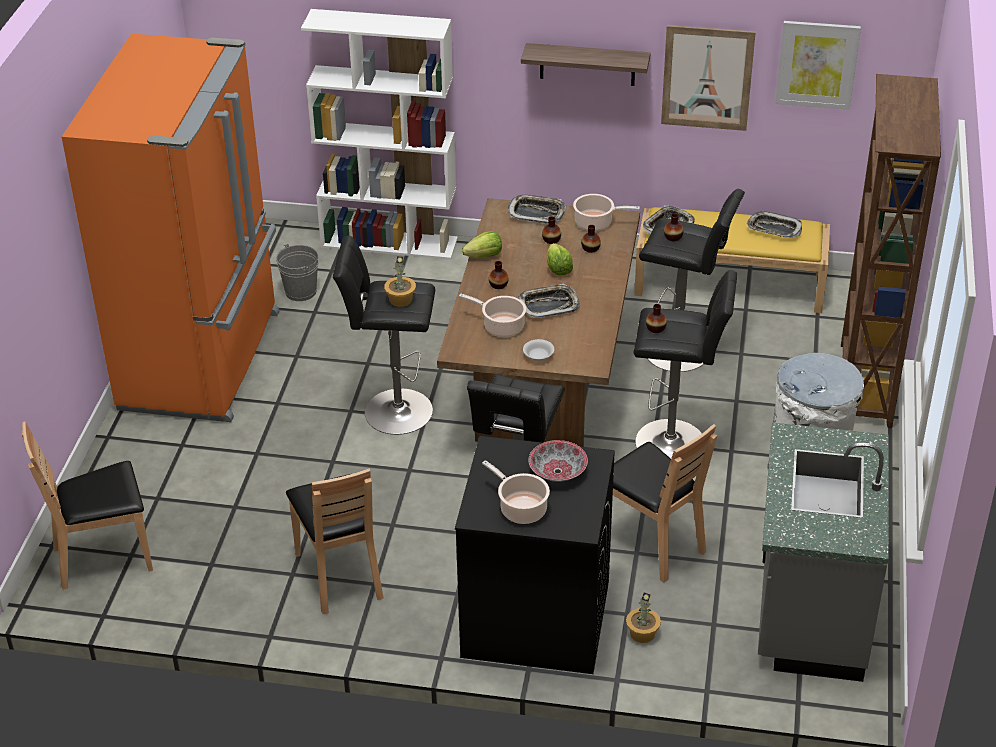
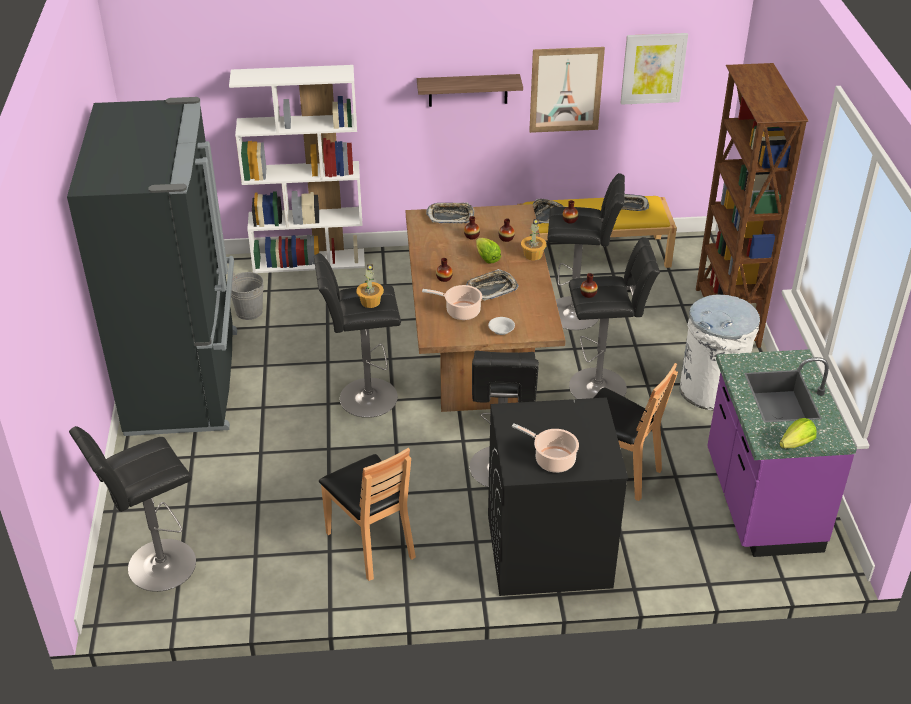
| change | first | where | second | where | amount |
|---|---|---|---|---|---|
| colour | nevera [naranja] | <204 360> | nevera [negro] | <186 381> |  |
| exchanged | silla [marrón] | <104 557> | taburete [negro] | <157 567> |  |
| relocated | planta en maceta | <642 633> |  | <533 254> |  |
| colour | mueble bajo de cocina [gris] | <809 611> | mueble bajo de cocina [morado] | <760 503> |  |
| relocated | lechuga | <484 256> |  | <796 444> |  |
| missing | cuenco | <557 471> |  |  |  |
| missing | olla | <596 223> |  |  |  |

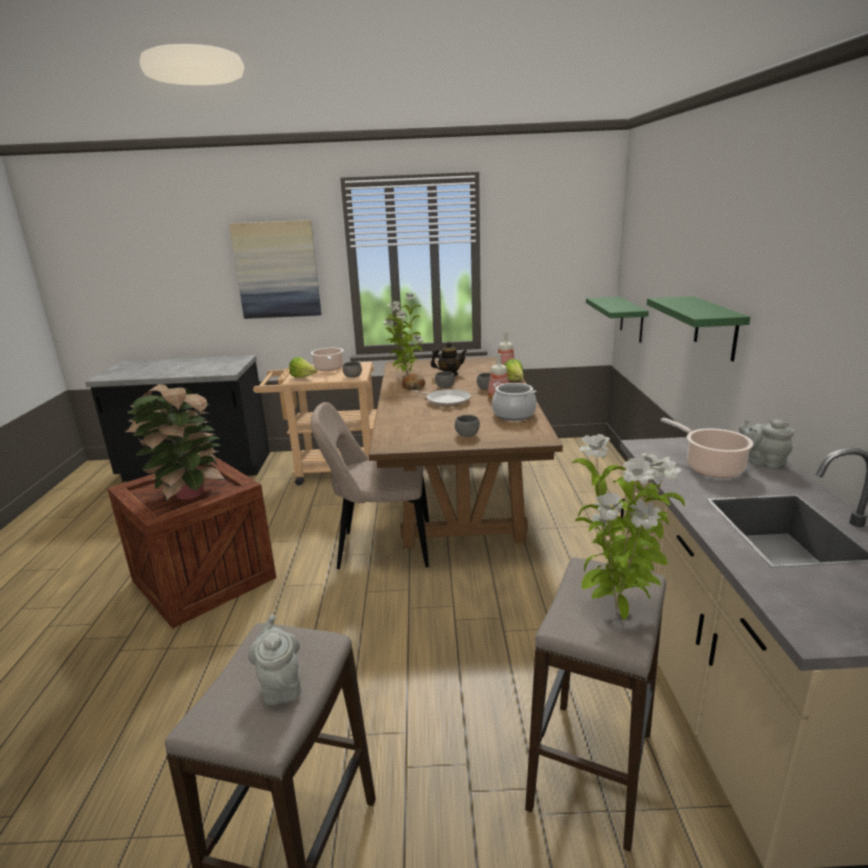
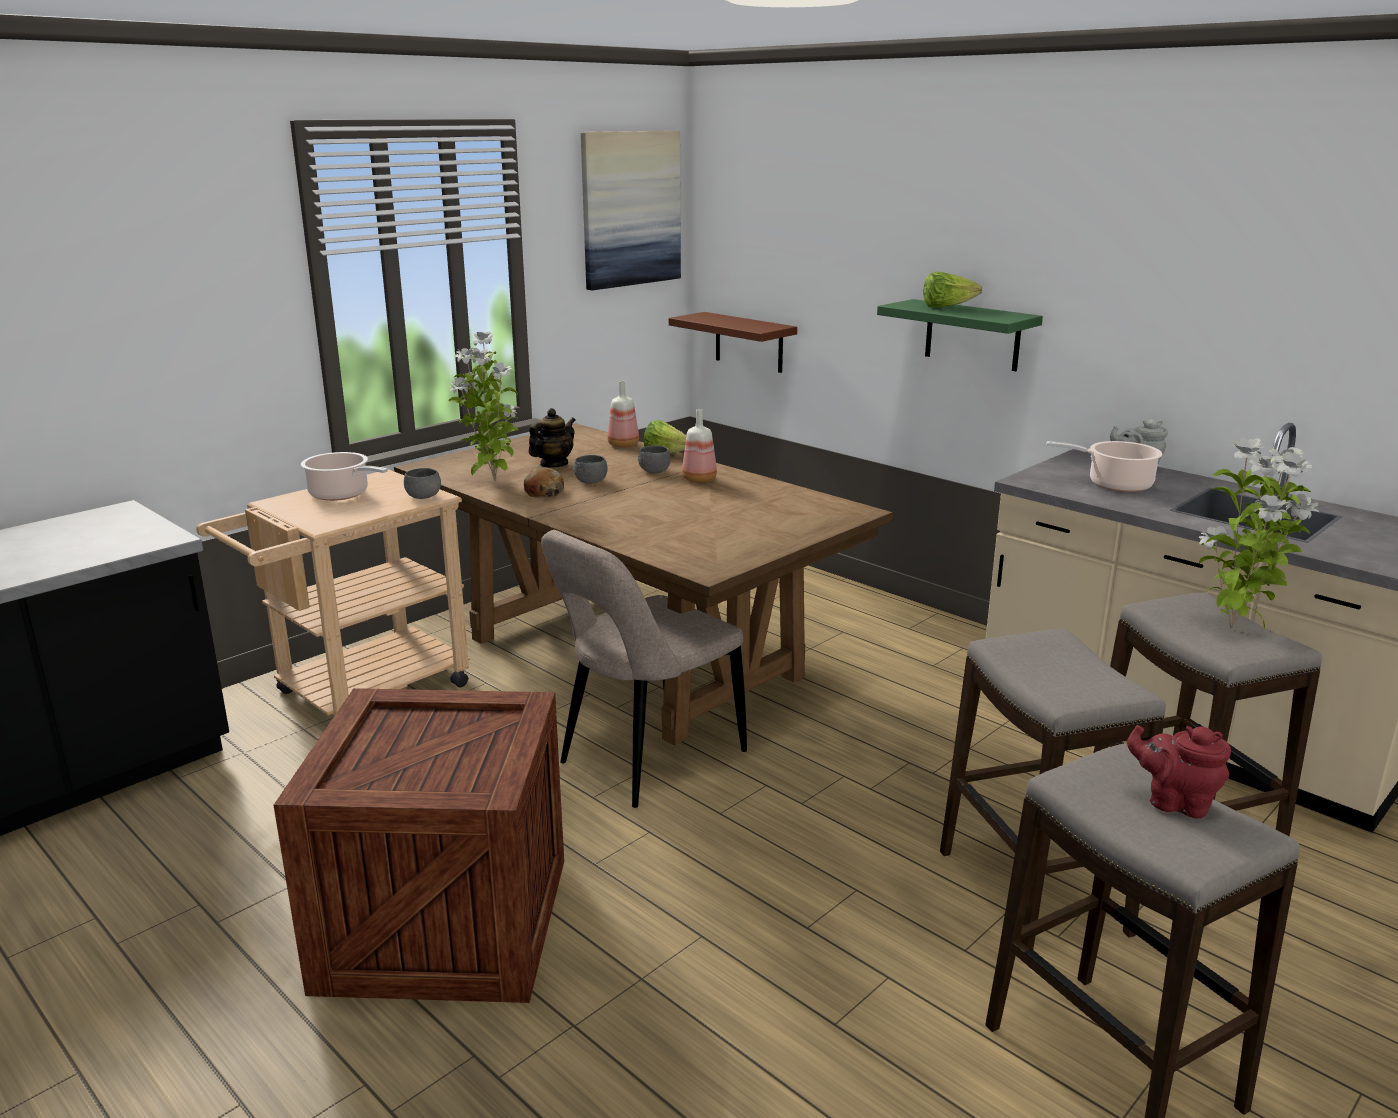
| change | first | where | second | where | amount |
|---|---|---|---|---|---|
| relocated | cuadro | <277 270> |  | <630 209> |  |
| colour | estante [verde] | <632 319> | estante [marrón] | <749 342> |  |
| relocated | lechuga | <304 378> |  | <946 307> |  |
| appeared |  |  | taburete | <1032 892> |  |
| colour | tetera [gris] | <280 685> | tetera [rojo] | <1174 802> |  |
| missing | planta en maceta | <187 493> |  |  |  |
| missing | sartén | <446 401> |  |  |  |
| missing | cuenco [gris] | <467 435> |  |  |  |
| missing | olla | <513 414> |  |  |  |

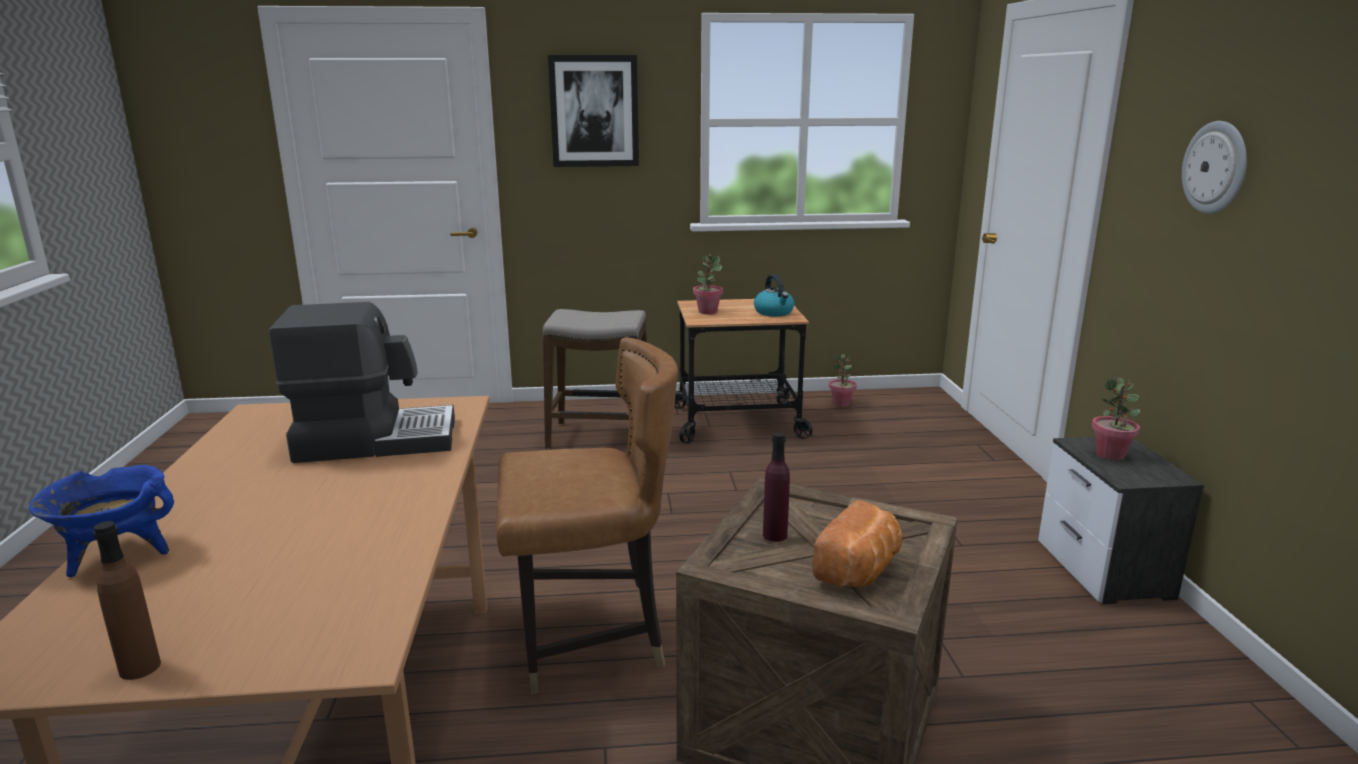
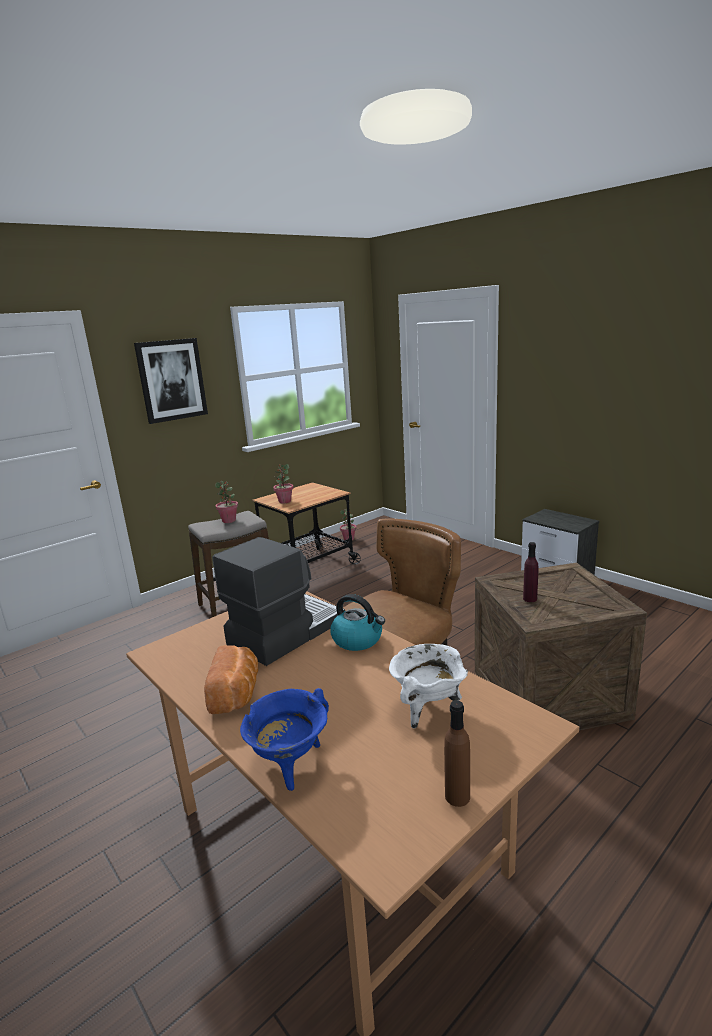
| change | first | where | second | where | amount |
|---|---|---|---|---|---|
| relocated | pan | <860 570> |  | <237 694> |  |
| relocated | planta en maceta | <1110 455> |  | <229 520> |  |
| relocated | hervidor | <774 312> |  | <358 640> |  |
| appeared |  |  | olla [blanco] | <428 708> |  |
| missing | reloj de pared | <1216 167> |  |  |  |

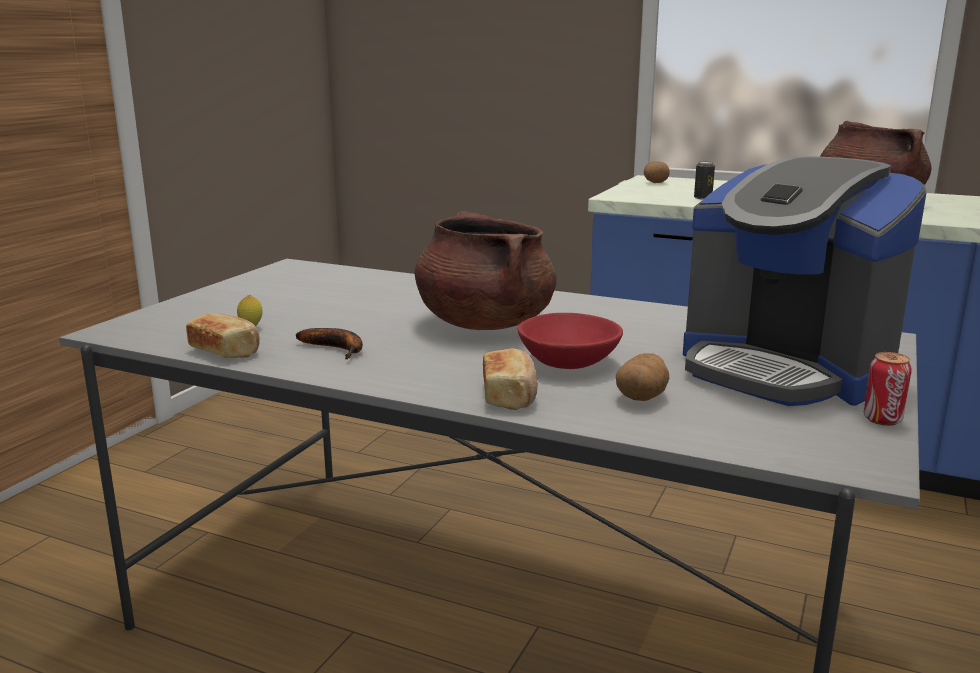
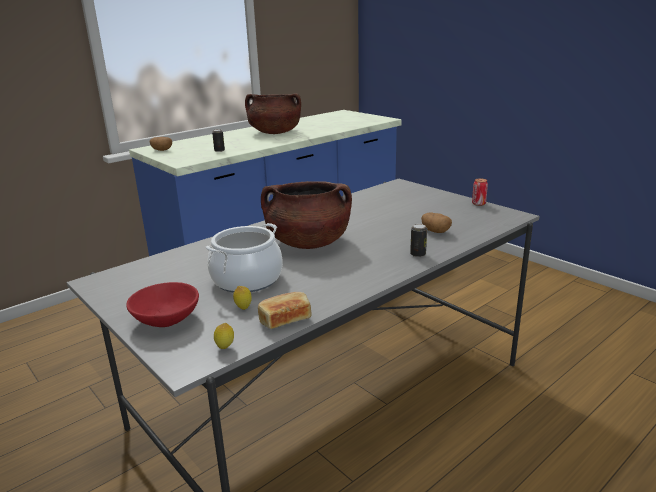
| change | first | where | second | where | amount |
|---|---|---|---|---|---|
| relocated | cuenco [rojo] | <568 363> |  | <166 319> |  |
| appeared |  |  | olla | <247 279> |  |
| appeared |  |  | limón | <225 348> |  |
| exchanged | pan | <510 395> | lata | <418 254> |  |
| missing | plátano | <337 349> |  |  |  |
| missing | cafetera | <784 369> |  |  |  |

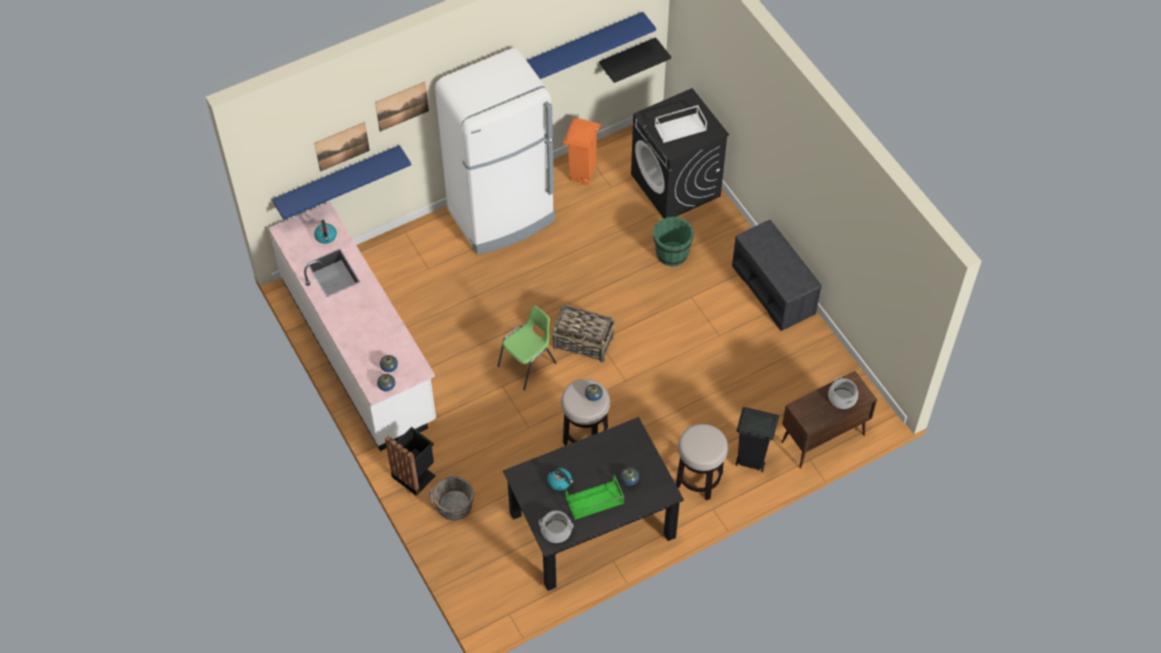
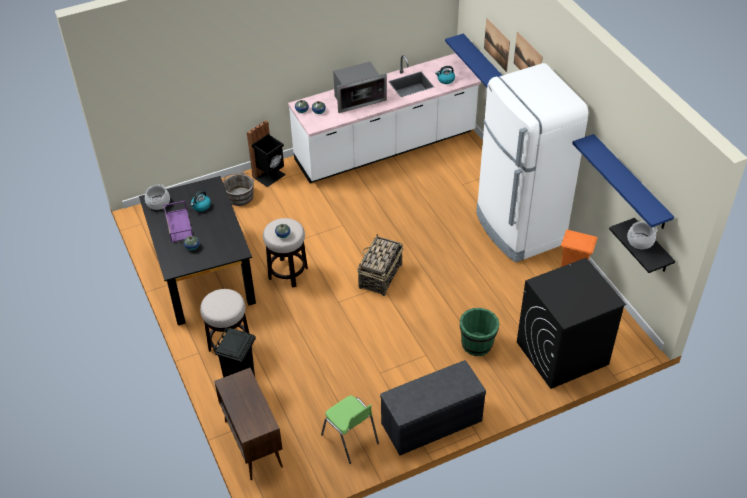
| change | first | where | second | where | amount |
|---|---|---|---|---|---|
| colour | bandeja [verde] | <594 501> | bandeja [morado] | <178 225> |  |
| relocated | silla [verde] | <528 365> |  | <350 439> |  |
| appeared |  |  | microondas | <358 99> |  |
| relocated | olla | <842 398> |  | <640 241> |  |
| missing | bandeja [blanco] | <680 127> |  |  |  |

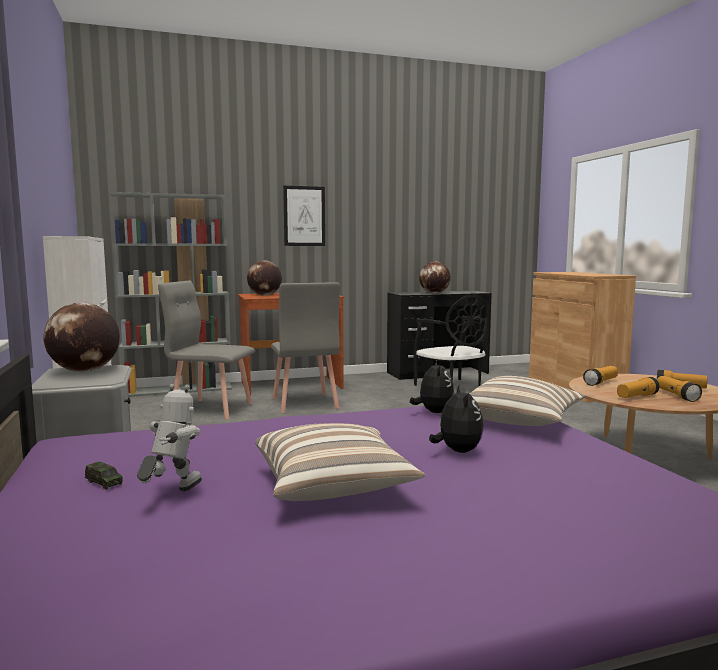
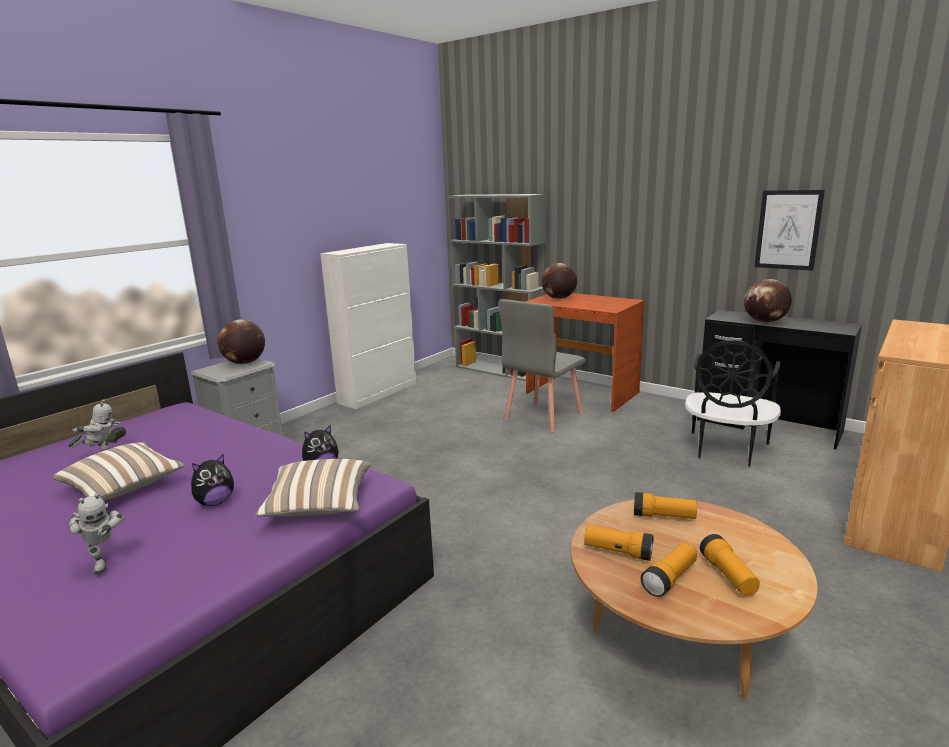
| change | first | where | second | where | amount |
|---|---|---|---|---|---|
| appeared |  |  | robot de juguete | <104 561> |  |
| relocated | cuadro | <304 216> |  | <788 230> |  |
| missing | silla [gris] | <211 409> |  |  |  |

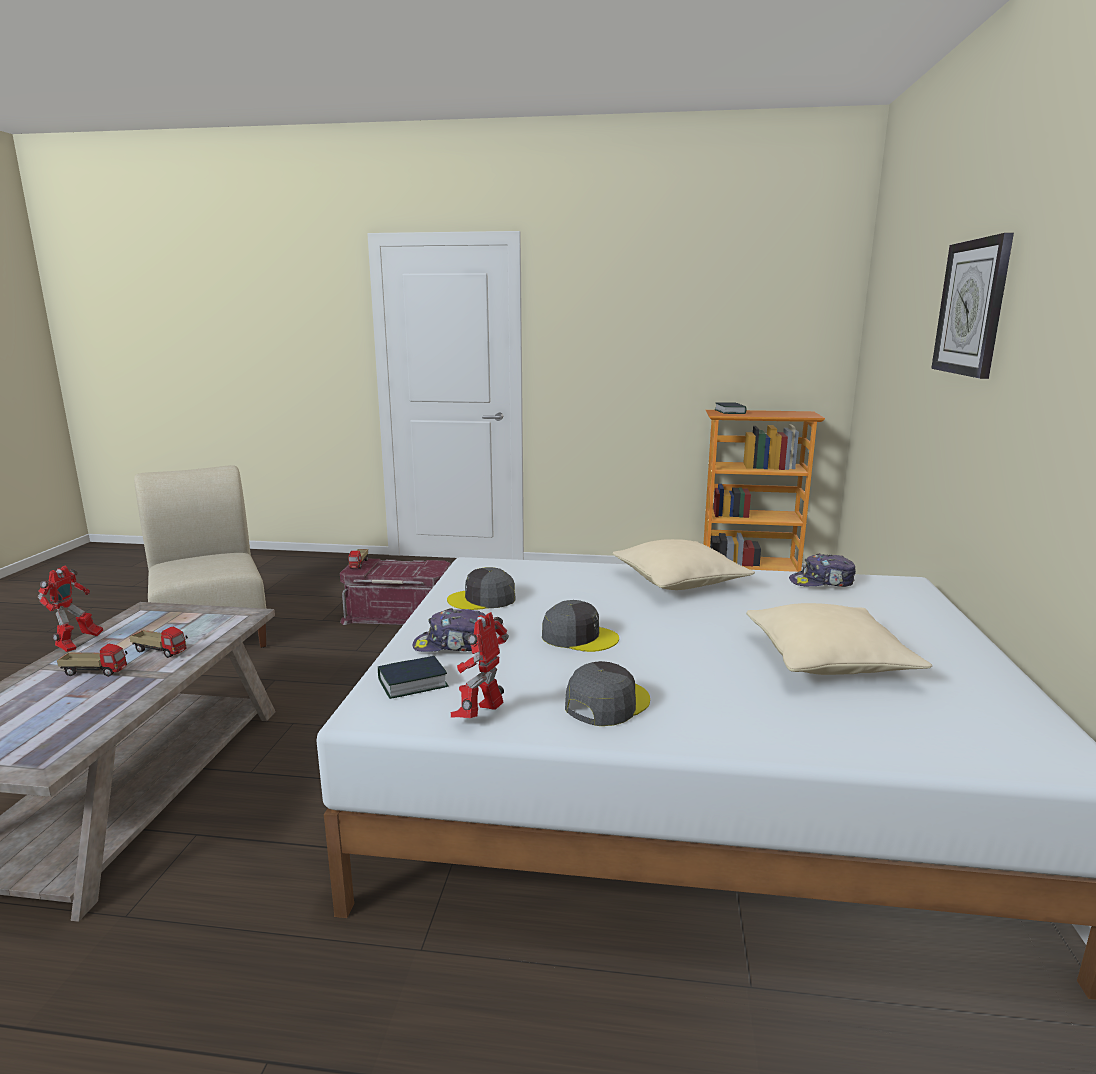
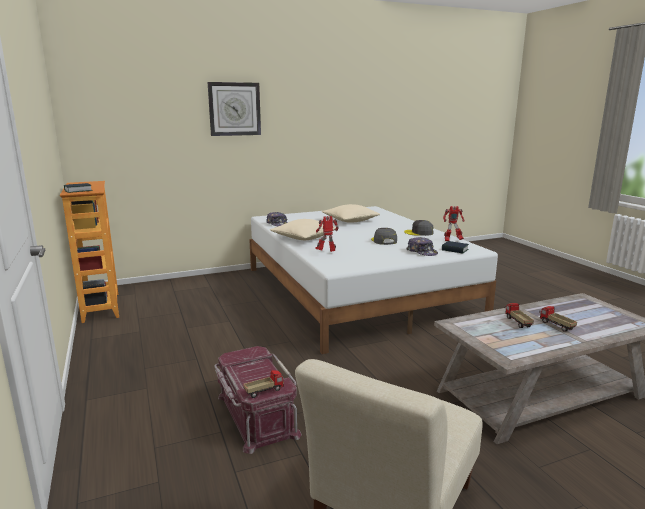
| change | first | where | second | where | amount |
|---|---|---|---|---|---|
| relocated | robot de juguete | <77 644> |  | <326 252> |  |
| missing | gorra [gris] | <482 599> |  |  |  |

